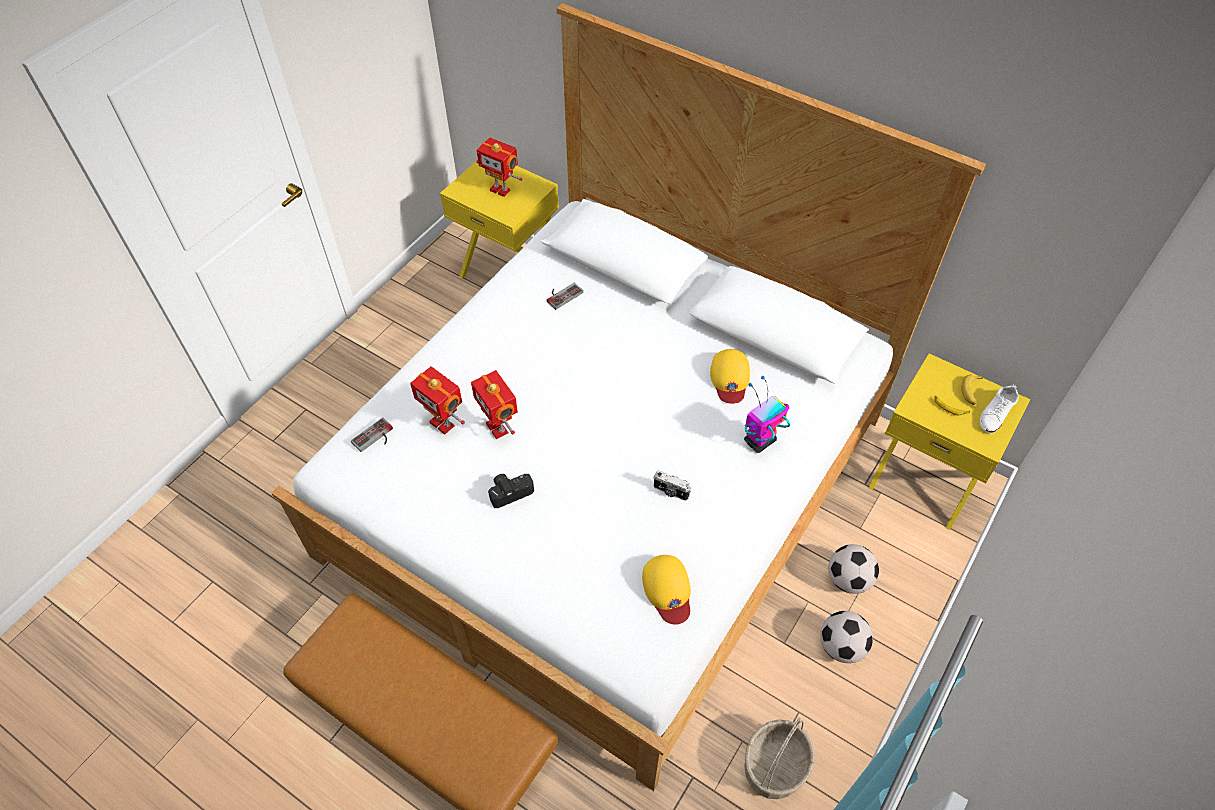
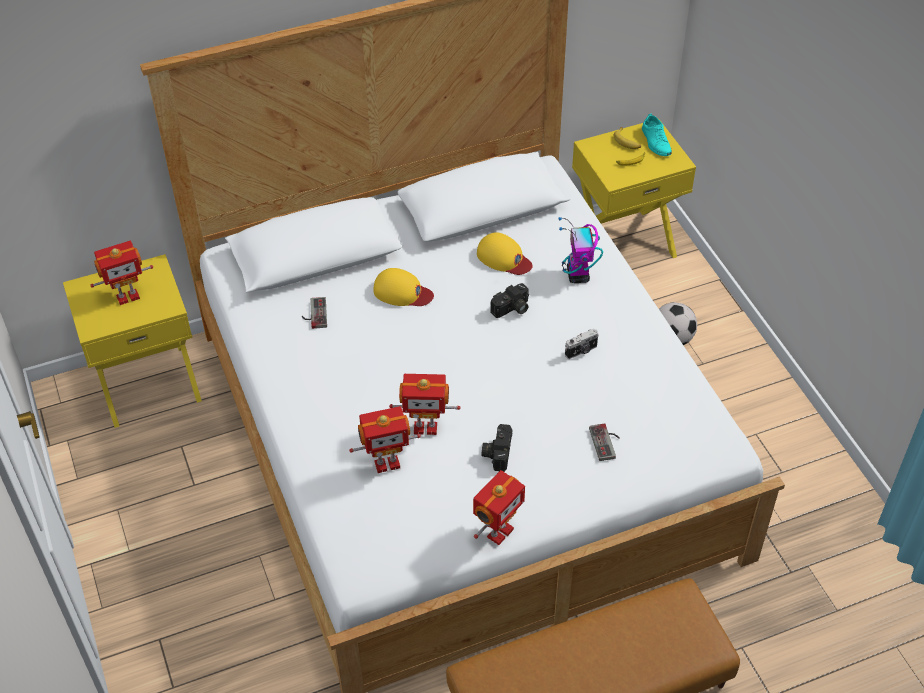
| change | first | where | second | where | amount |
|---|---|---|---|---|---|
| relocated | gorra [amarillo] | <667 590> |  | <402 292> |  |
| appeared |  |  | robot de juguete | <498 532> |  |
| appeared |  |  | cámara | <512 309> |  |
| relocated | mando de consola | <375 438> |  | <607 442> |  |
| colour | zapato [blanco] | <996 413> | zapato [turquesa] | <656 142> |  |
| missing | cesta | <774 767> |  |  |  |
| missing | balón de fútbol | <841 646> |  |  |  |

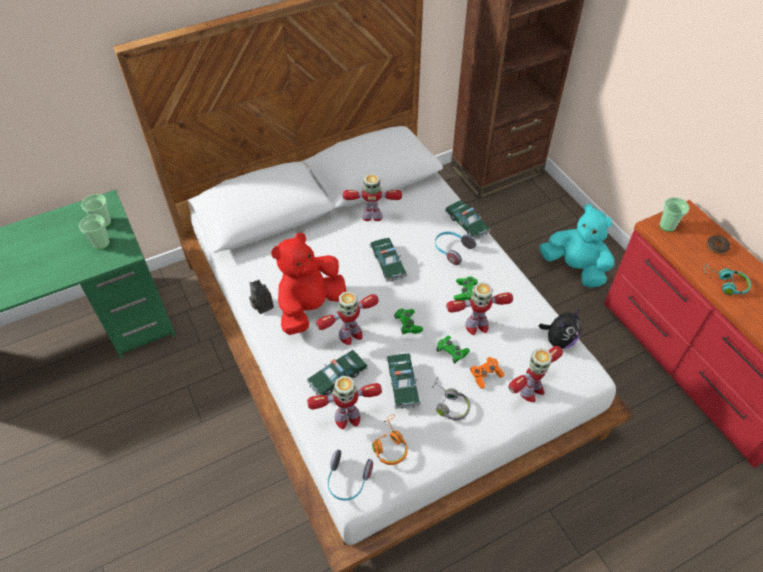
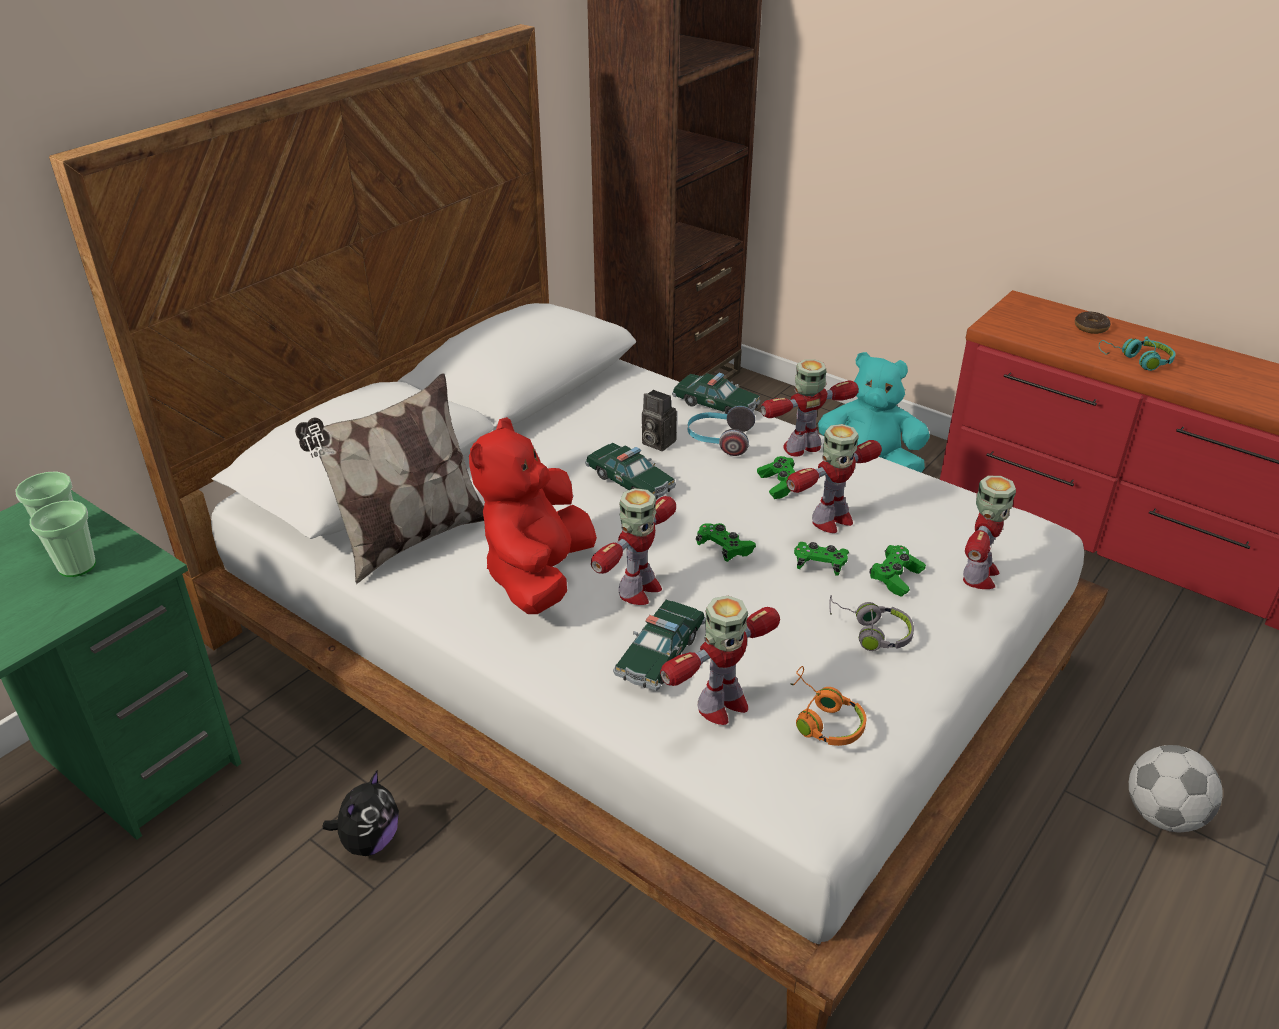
| change | first | where | second | where | amount |
|---|---|---|---|---|---|
| appeared |  |  | cojín | <409 539> |  |
| relocated | peluche | <559 340> |  | <369 841> |  |
| relocated | cámara | <262 305> |  | <656 442> |  |
| relocated | robot de juguete | <372 217> |  | <803 448> |  |
| colour | mando de consola [naranja] | <485 375> | mando de consola [verde] | <895 578> |  |
| appeared |  |  | balón de fútbol | <1163 816> |  |
| missing | auriculares | <347 481> |  |  |  |
| missing | coche de juguete | <402 384> |  |  |  |
| missing | taza | <667 226> |  |  |  |

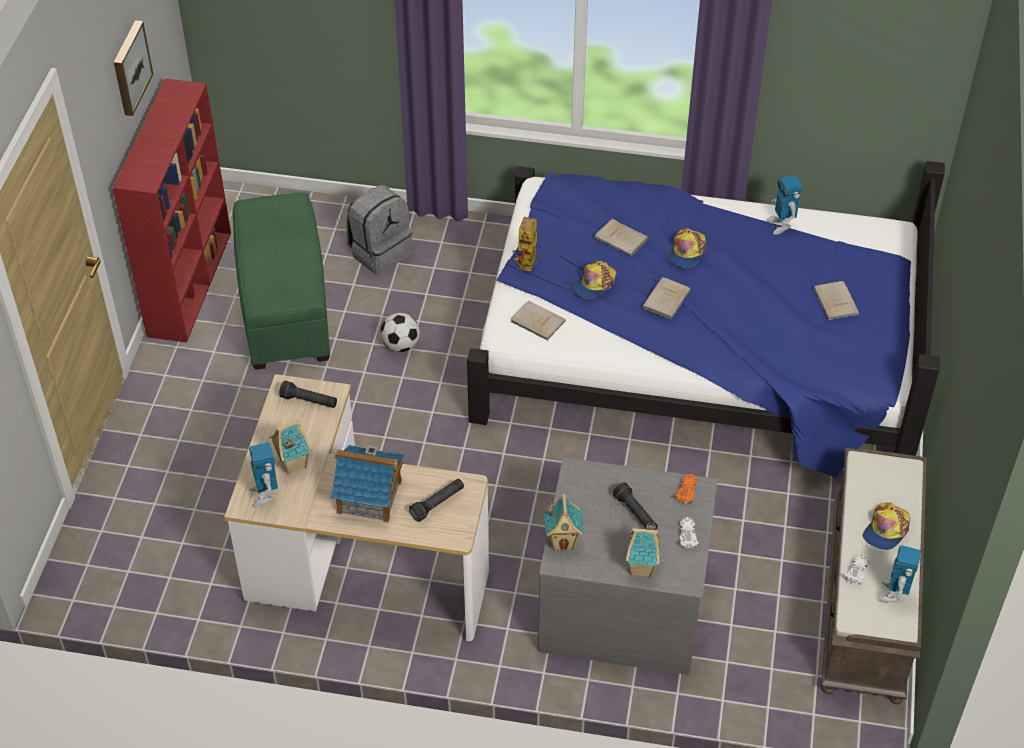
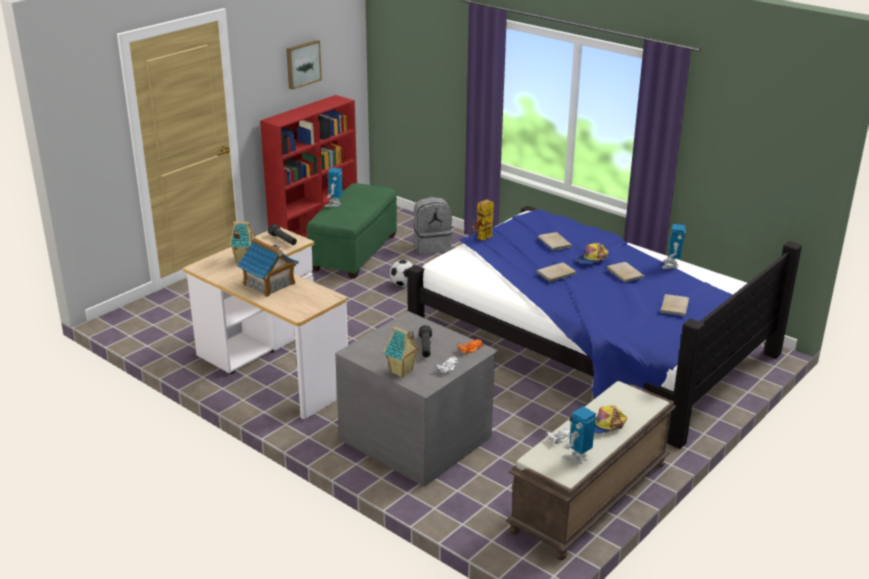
| change | first | where | second | where | amount |
|---|---|---|---|---|---|
| relocated | robot de juguete | <264 495> |  | <334 204> |  |
| relocated | libro [beis] | <536 321> |  | <624 273> |  |
| missing | linterna [negro] | <437 504> |  |  |  |
| missing | casita | <563 541> |  |  |  |
| missing | gorra | <594 284> |  |  |  |

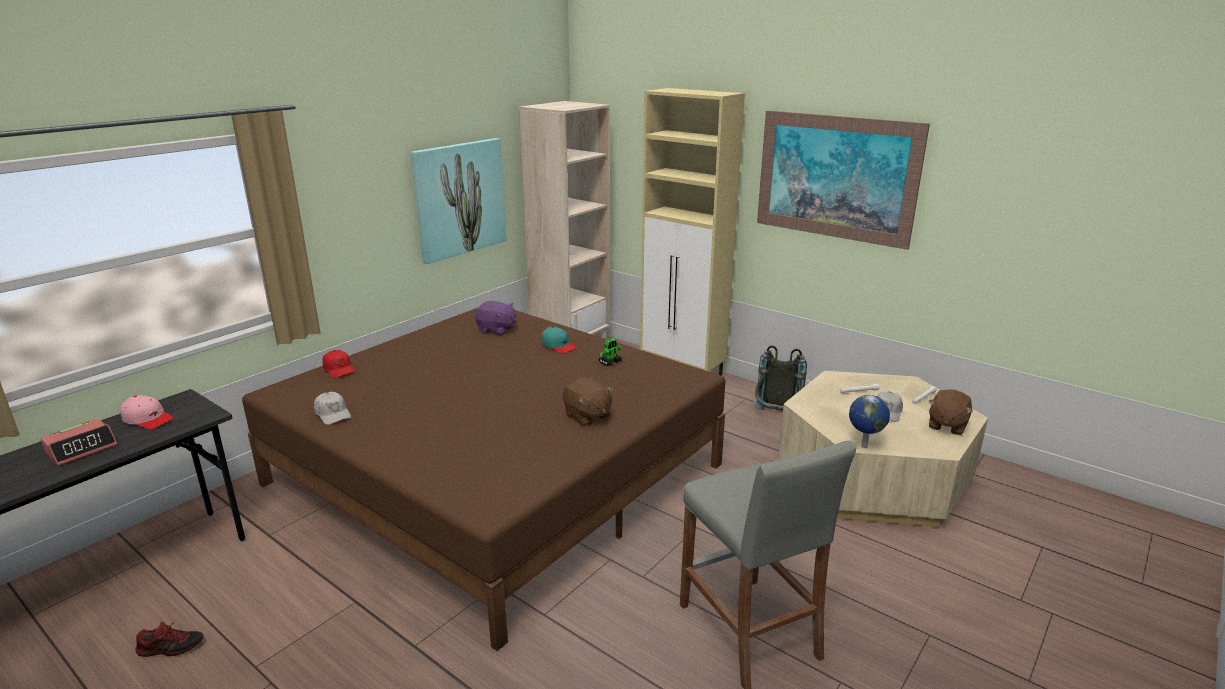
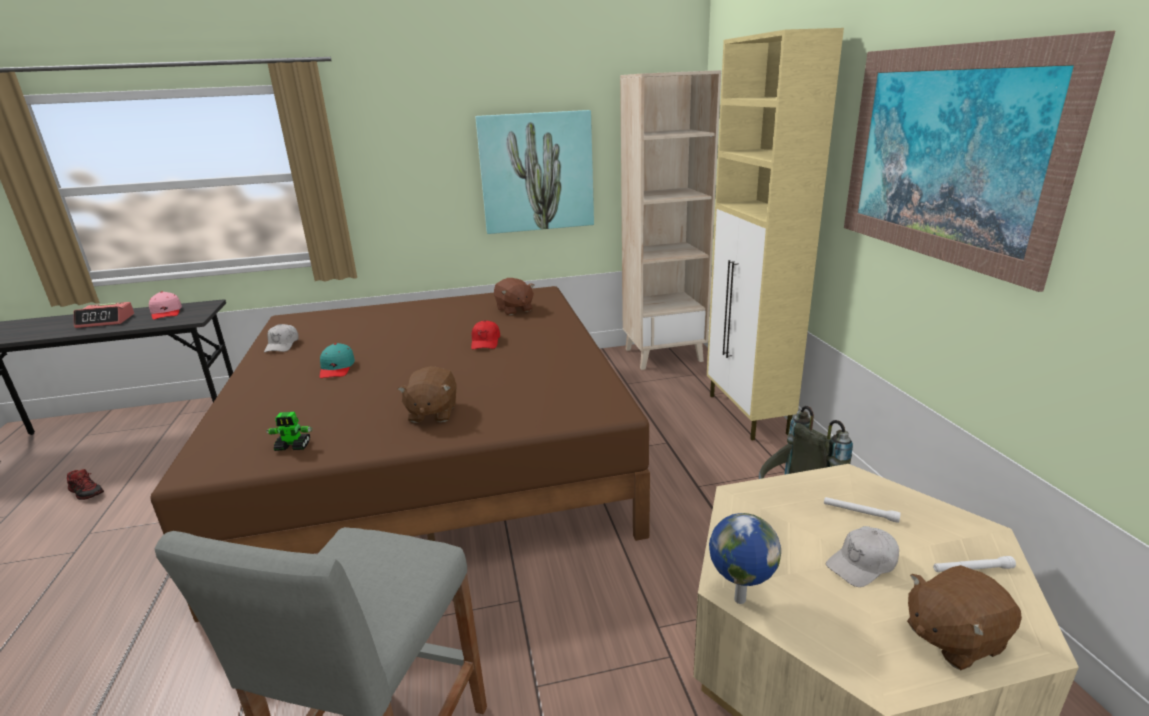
| change | first | where | second | where | amount |
|---|---|---|---|---|---|
| relocated | robot de juguete | <610 362> |  | <293 446> |  |
| relocated | gorra [turquesa] | <558 345> |  | <337 368> |  |
| relocated | gorra [rojo] | <339 369> |  | <485 342> |  |
| colour | peluche [morado] | <496 329> | peluche [marrón] | <514 309> |  |

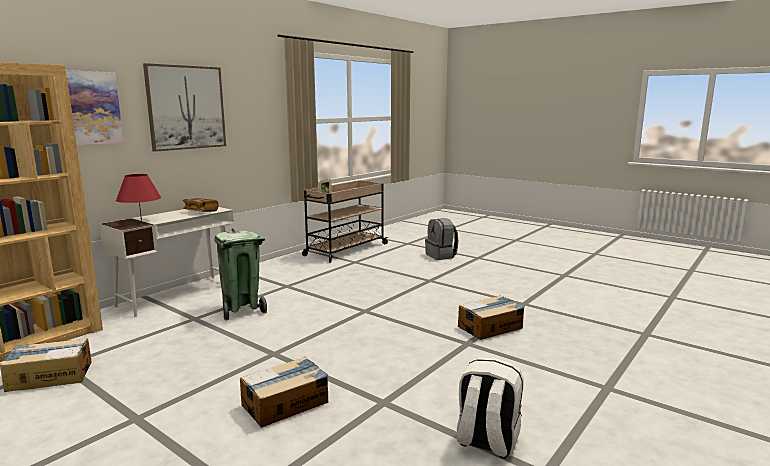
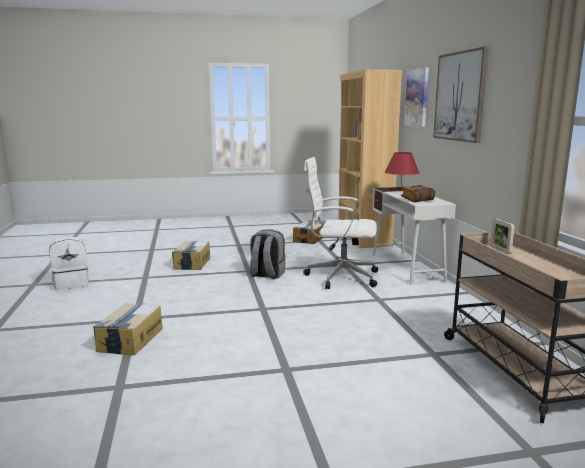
| change | first | where | second | where | amount |
|---|---|---|---|---|---|
| relocated | mochila [gris] | <441 256> |  | <267 275> |  |
| exchanged | papelera [verde] | <242 309> | silla de oficina [blanco] | <340 277> |  |

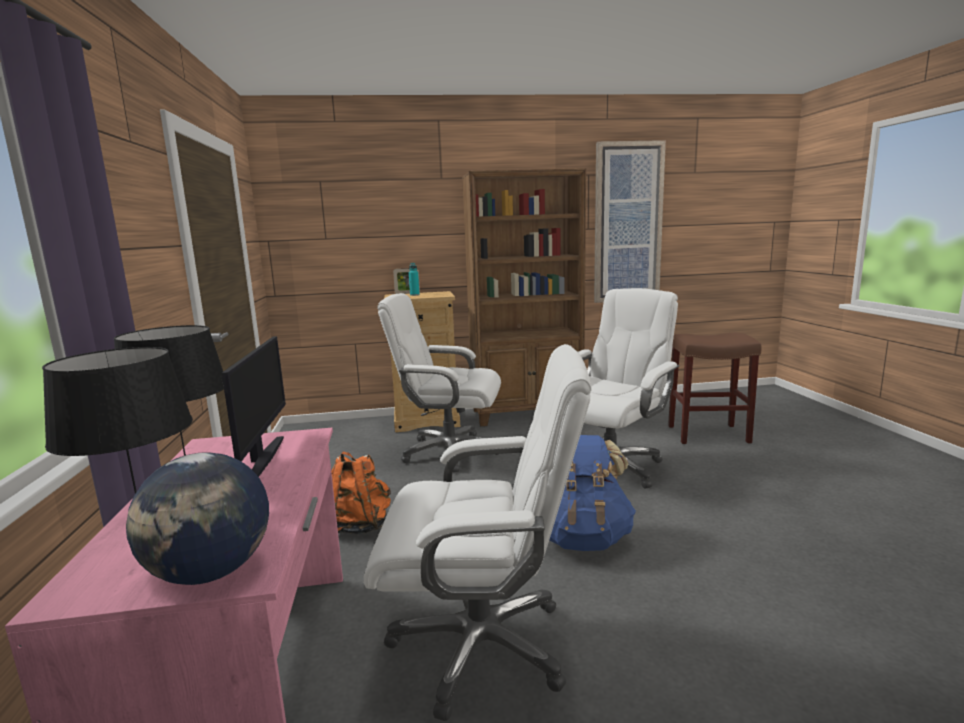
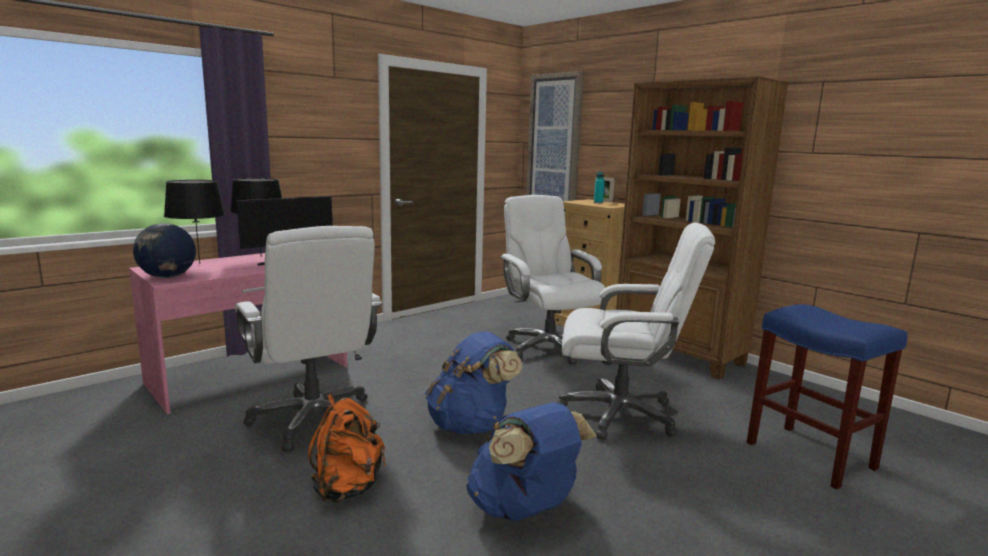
| change | first | where | second | where | amount |
|---|---|---|---|---|---|
| relocated | mochila [naranja] | <360 525> |  | <347 488> |  |
| appeared |  |  | mochila [azul] | <525 509> |  |
| relocated | cuadro | <627 223> |  | <554 149> |  |
| colour | taburete [marrón] | <707 434> | taburete [azul] | <808 455> |  |

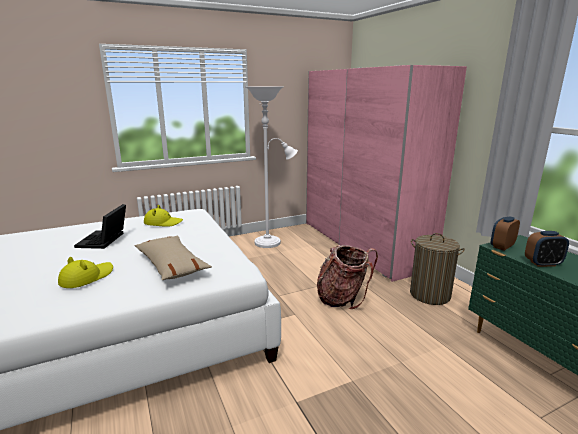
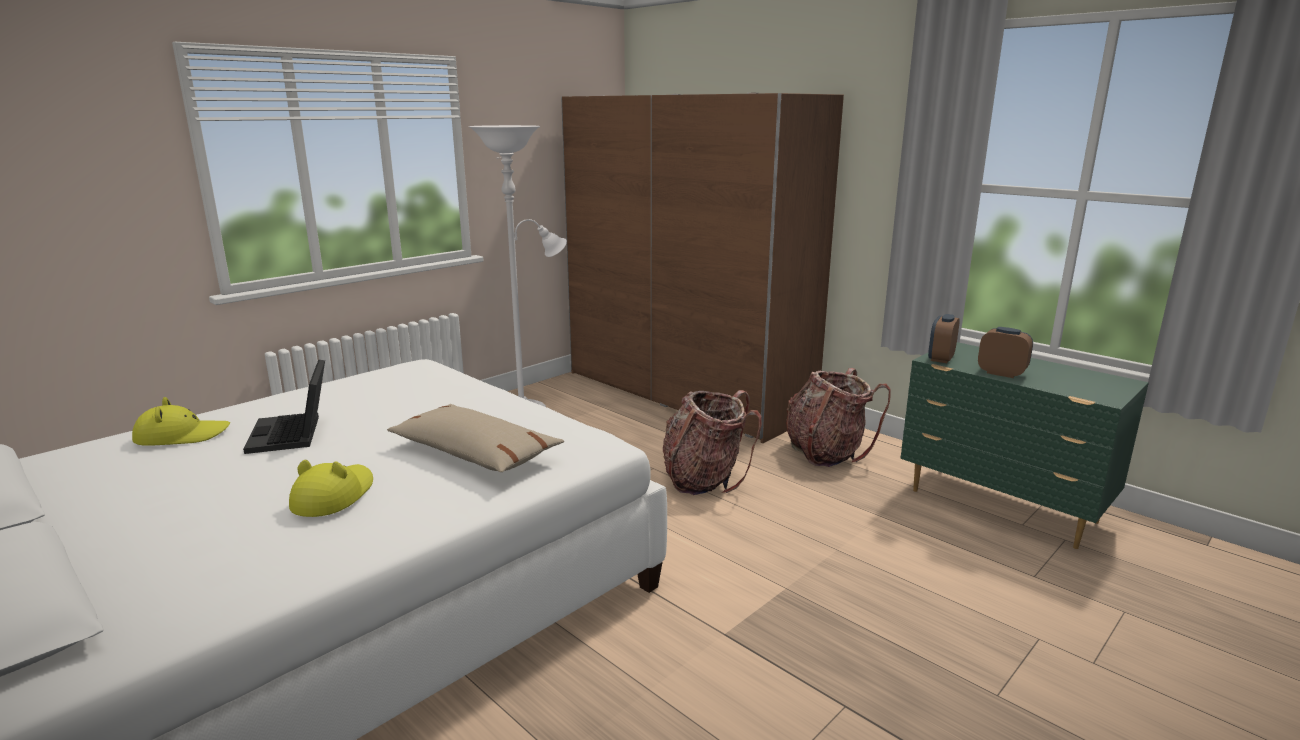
| change | first | where | second | where | amount |
|---|---|---|---|---|---|
| relocated | sombrero [amarillo] | <163 222> |  | <182 435> |  |
| colour | armario ropero [rosa] | <362 244> | armario ropero [marrón] | <685 393> |  |
| exchanged | cesto de la ropa | <430 294> | mochila | <827 452> |  |
| spun | despertador | <542 263> |  | <1001 373> | 120 degrees counterclockwise |

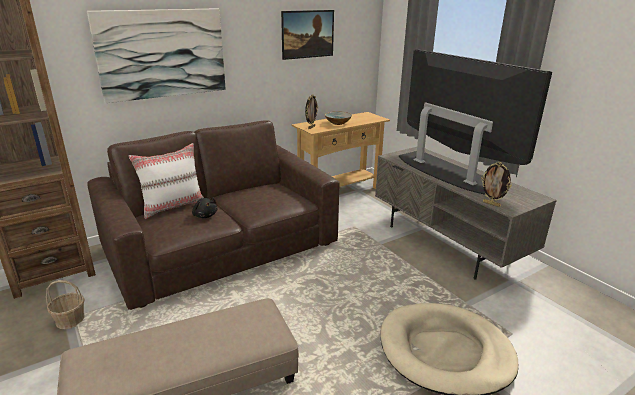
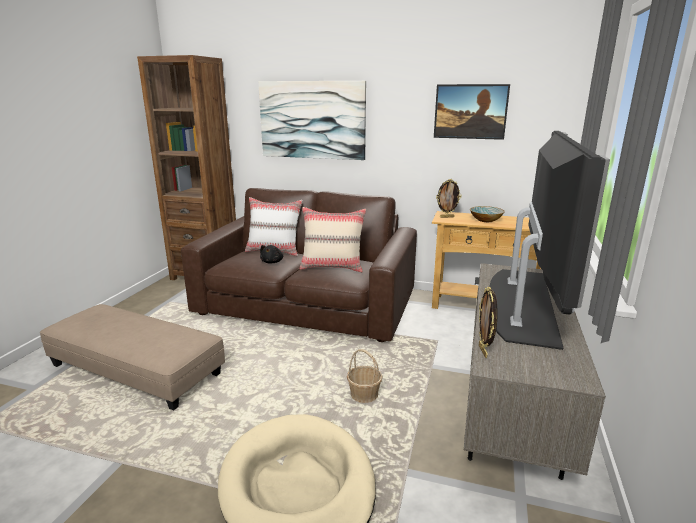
| change | first | where | second | where | amount |
|---|---|---|---|---|---|
| appeared |  |  | cojín [beis] | <332 267> |  |
| relocated | cesta | <70 320> |  | <364 395> |  |

